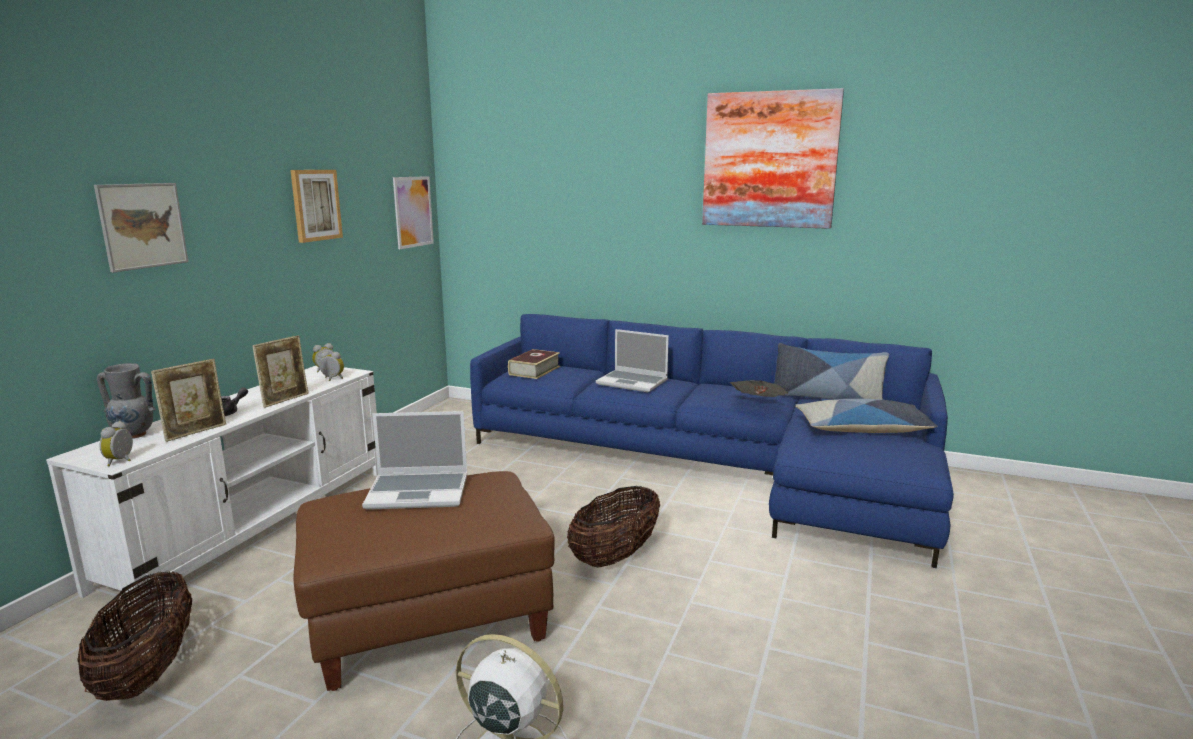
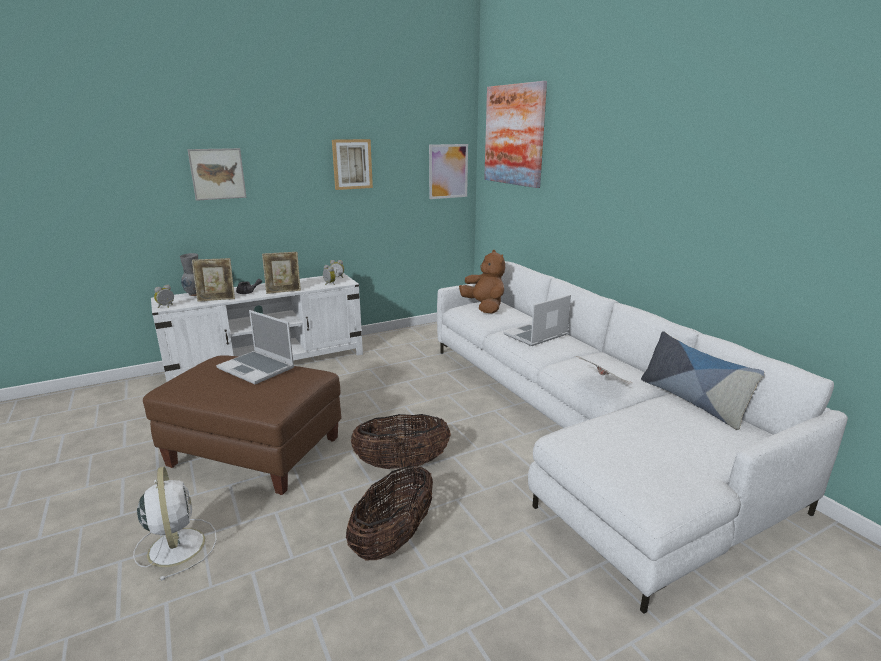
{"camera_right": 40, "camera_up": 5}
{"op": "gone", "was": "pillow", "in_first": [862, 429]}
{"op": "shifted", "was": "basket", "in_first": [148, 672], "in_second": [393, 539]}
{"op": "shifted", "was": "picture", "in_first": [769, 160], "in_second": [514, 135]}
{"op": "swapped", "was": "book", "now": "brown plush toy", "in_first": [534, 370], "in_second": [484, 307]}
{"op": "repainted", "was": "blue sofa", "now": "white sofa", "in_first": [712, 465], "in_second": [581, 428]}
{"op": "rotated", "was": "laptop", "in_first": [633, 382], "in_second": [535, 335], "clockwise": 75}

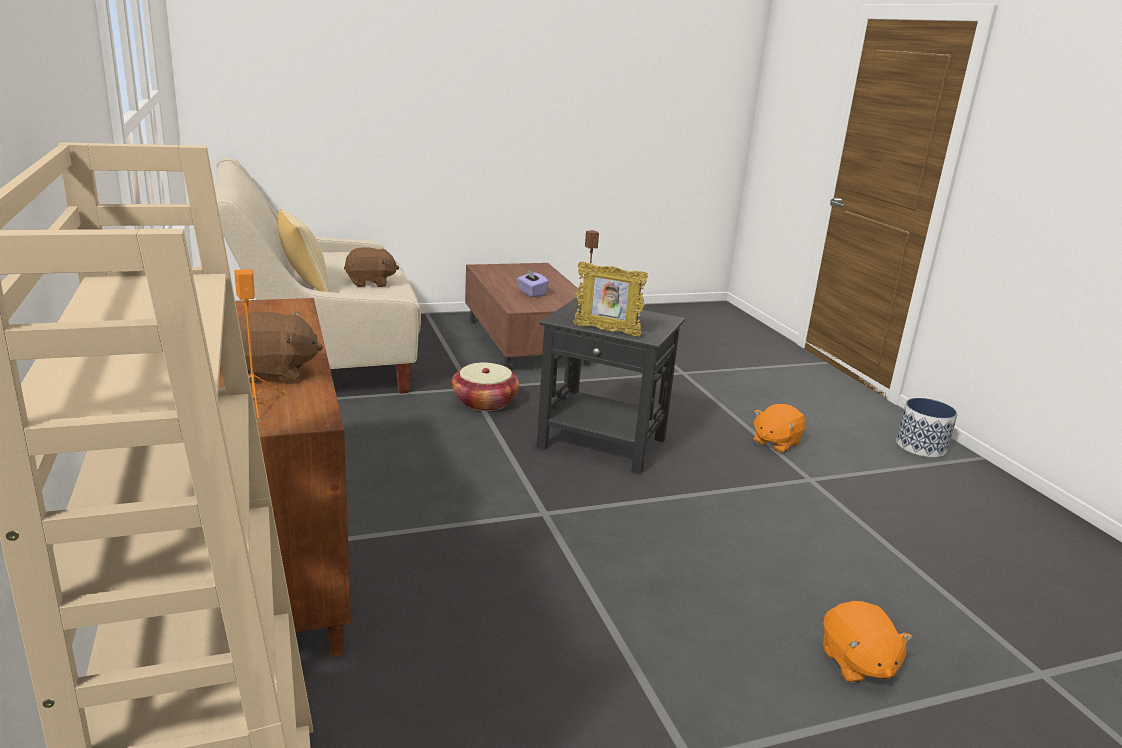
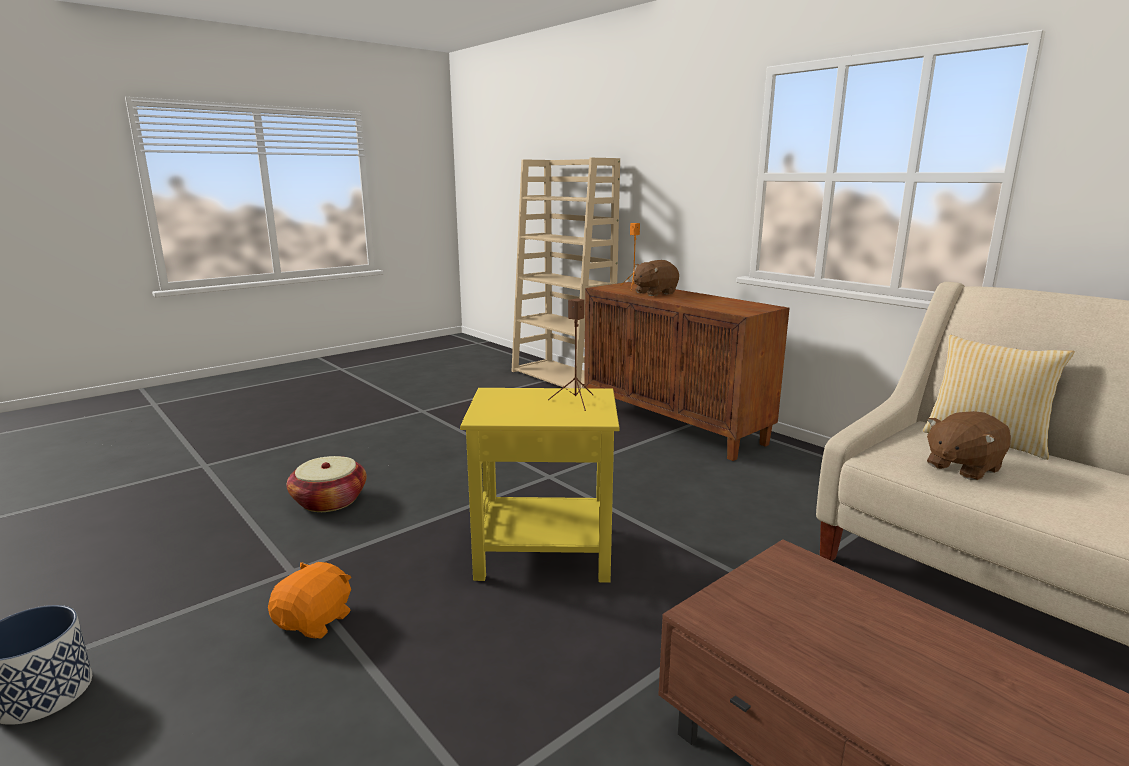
{"camera_right": 160, "camera_up": -5}
{"op": "gone", "was": "purple tissue box", "in_first": [531, 293]}
{"op": "gone", "was": "picture frame", "in_first": [607, 331]}
{"op": "gone", "was": "orange plush toy", "in_first": [856, 663]}
{"op": "shifted", "was": "basket", "in_first": [484, 402], "in_second": [329, 501]}
{"op": "repainted", "was": "black side table", "now": "yellow side table", "in_first": [603, 443], "in_second": [542, 552]}

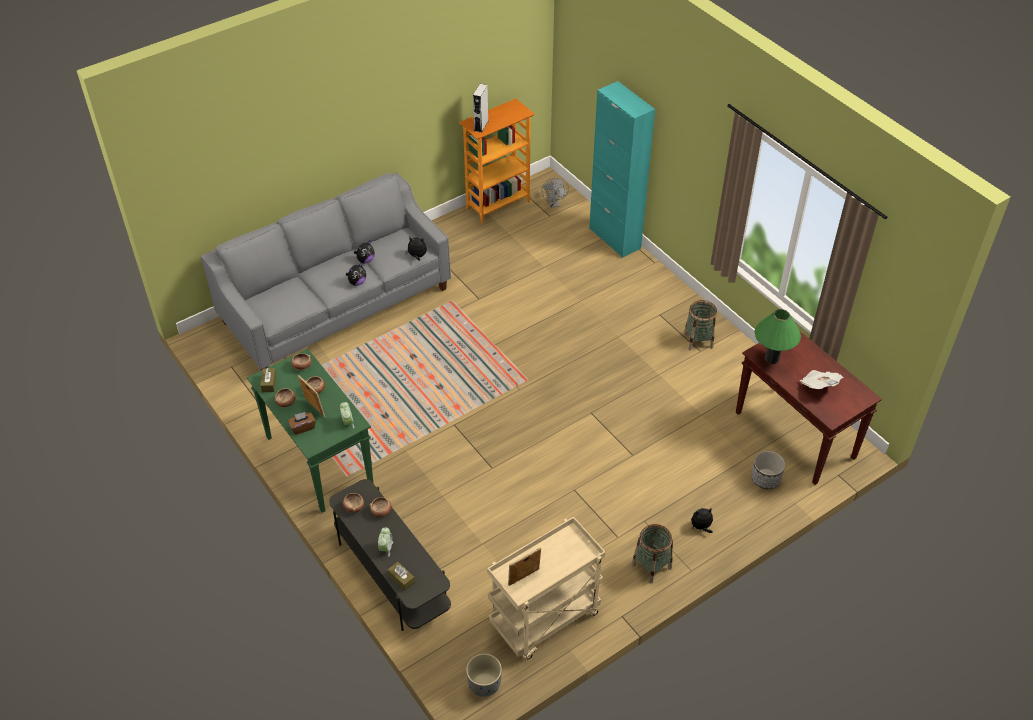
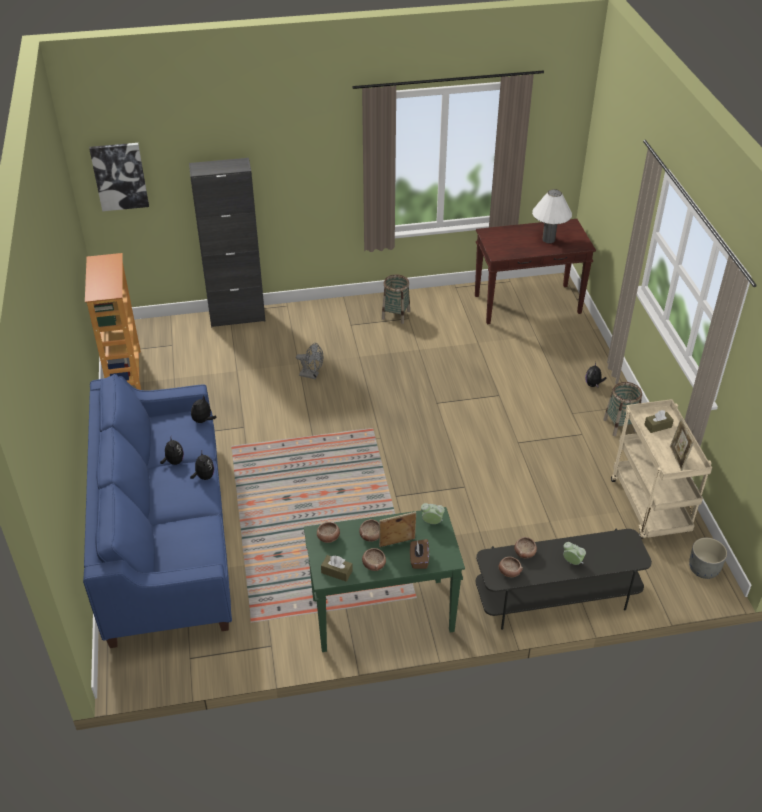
{"camera_right": -65, "camera_up": -5}
{"op": "gone", "was": "grey speaker", "in_first": [481, 125]}
{"op": "gone", "was": "planter", "in_first": [765, 479]}
{"op": "gone", "was": "green table lamp", "in_first": [772, 358]}
{"op": "new", "now": "picture", "in_second": [119, 176]}
{"op": "shifted", "was": "brown tissue box", "in_first": [401, 579], "in_second": [658, 426]}
{"op": "shifted", "was": "grey fan", "in_first": [554, 204], "in_second": [312, 375]}
{"op": "swapped", "was": "newspaper", "now": "white table lamp", "in_first": [819, 386], "in_second": [548, 239]}
{"op": "repainted", "was": "grey sofa", "now": "blue sofa", "in_first": [336, 305], "in_second": [166, 537]}
{"op": "repainted", "was": "turquoise cabinet", "now": "black cabinet", "in_first": [614, 238], "in_second": [237, 317]}

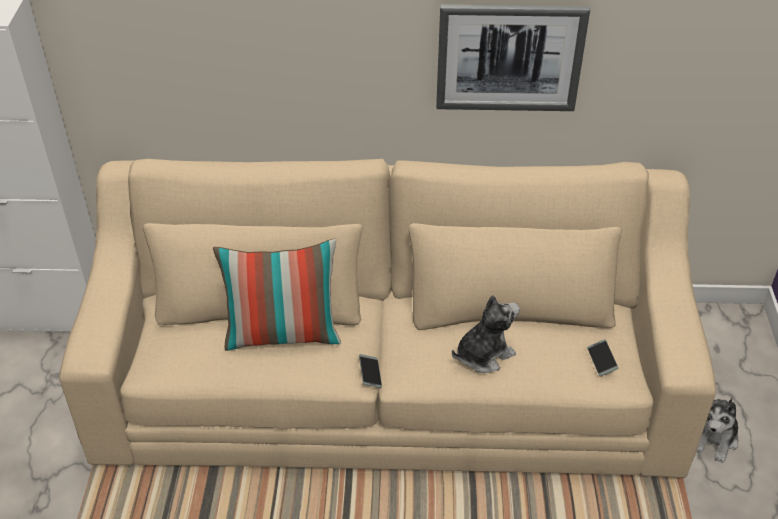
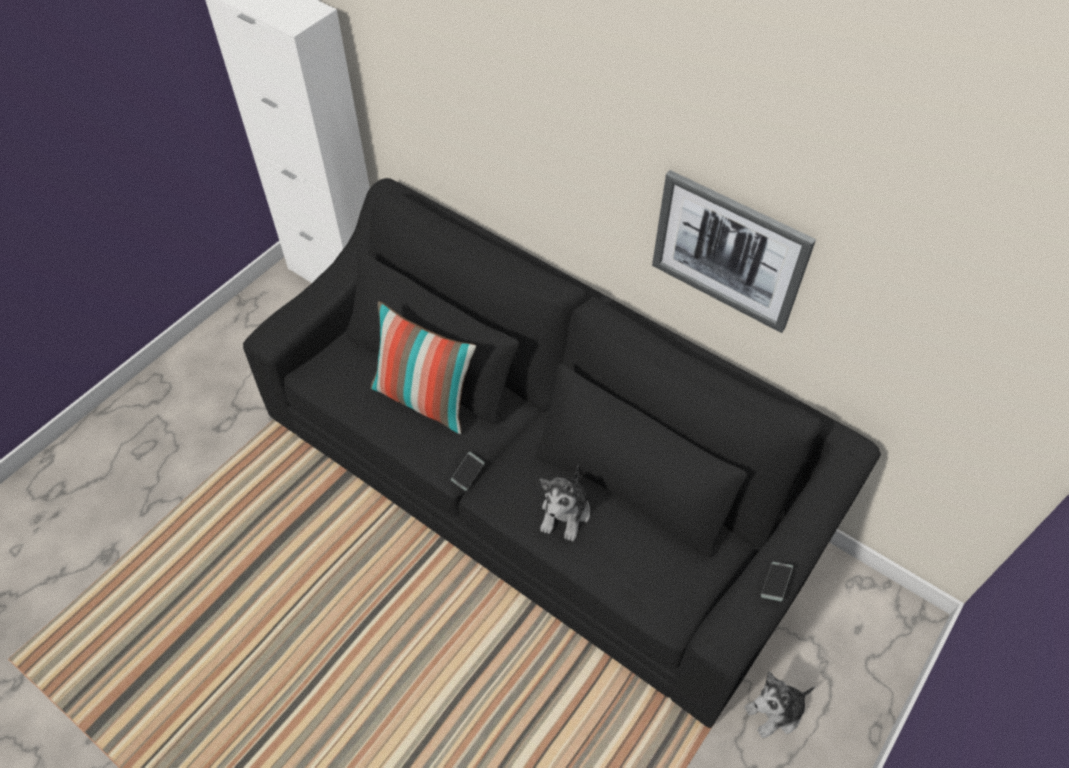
{"camera_right": 35, "camera_up": 10}
{"op": "shifted", "was": "phone", "in_first": [601, 360], "in_second": [776, 583]}
{"op": "repainted", "was": "beige sofa", "now": "black sofa", "in_first": [389, 383], "in_second": [535, 481]}
{"op": "rotated", "was": "plush toy", "in_first": [483, 354], "in_second": [565, 513], "clockwise": 105}

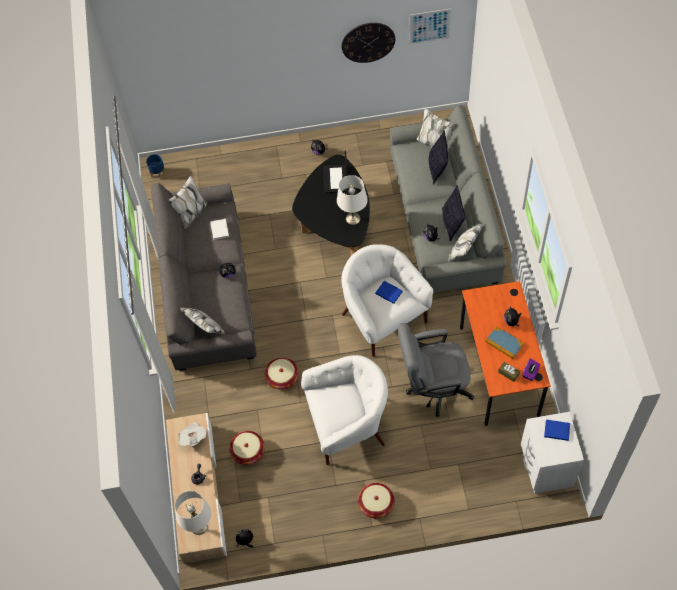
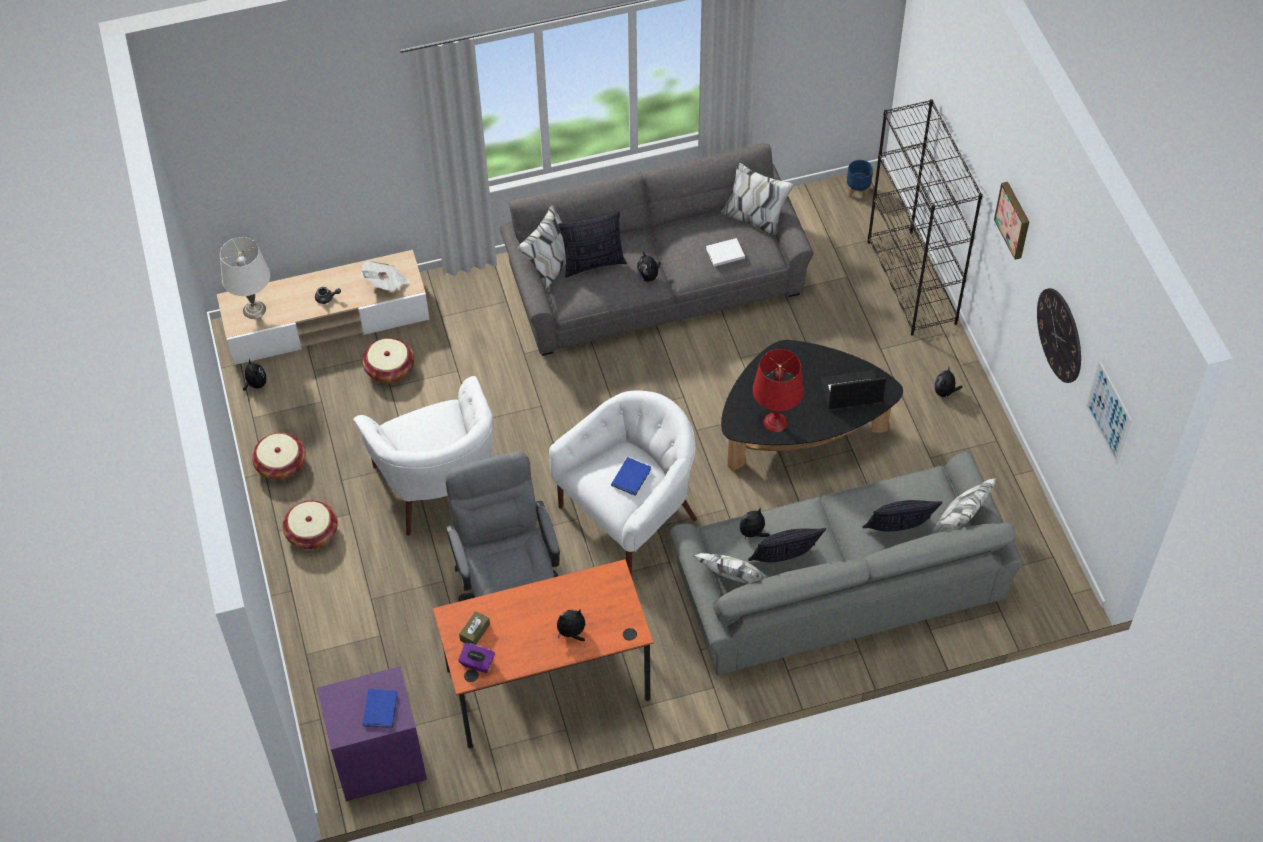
{"camera_right": 80, "camera_up": -5}
{"op": "gone", "was": "book", "in_first": [504, 343]}
{"op": "new", "now": "pillow", "in_second": [593, 264]}
{"op": "new", "now": "black bookcase", "in_second": [912, 283]}
{"op": "new", "now": "picture", "in_second": [1014, 220]}
{"op": "shifted", "was": "basket", "in_first": [282, 378], "in_second": [281, 465]}
{"op": "repainted", "was": "white table lamp", "now": "red table lamp", "in_first": [353, 218], "in_second": [775, 422]}
{"op": "repainted", "was": "white nightstand", "now": "purple nightstand", "in_first": [545, 467], "in_second": [379, 759]}

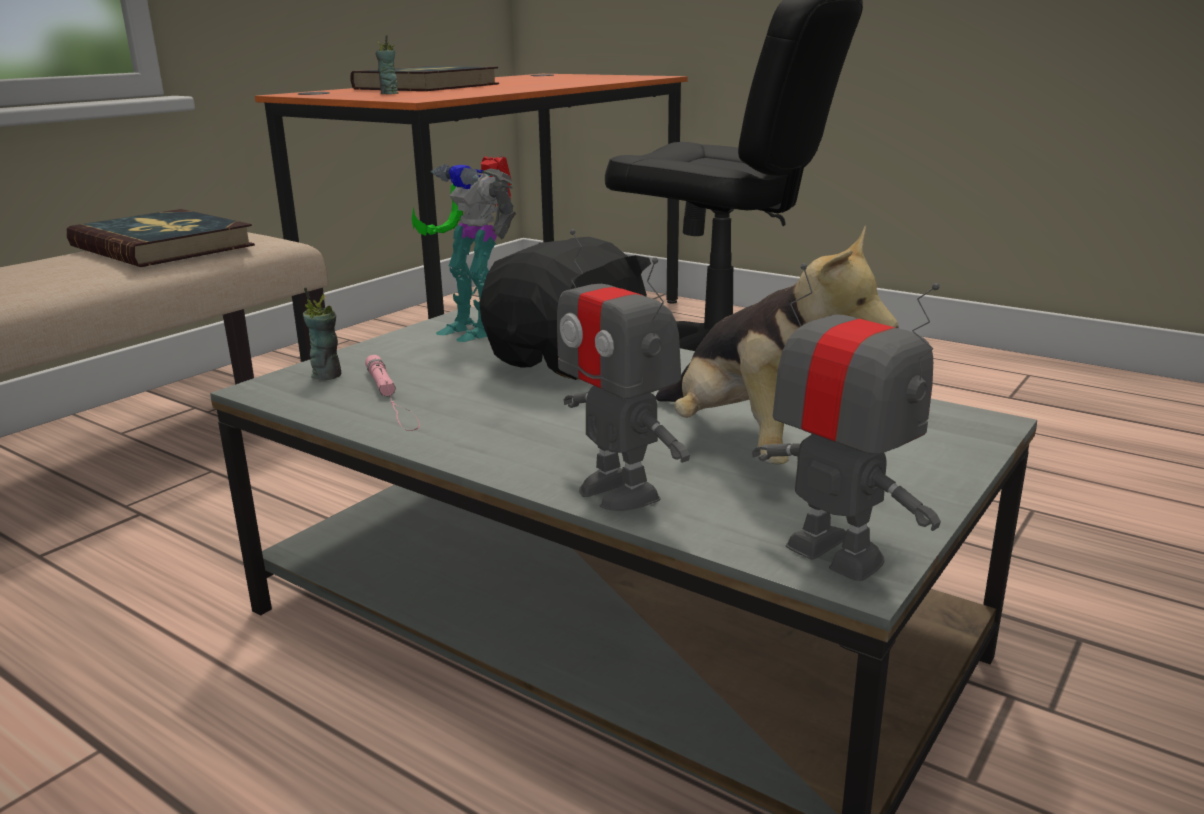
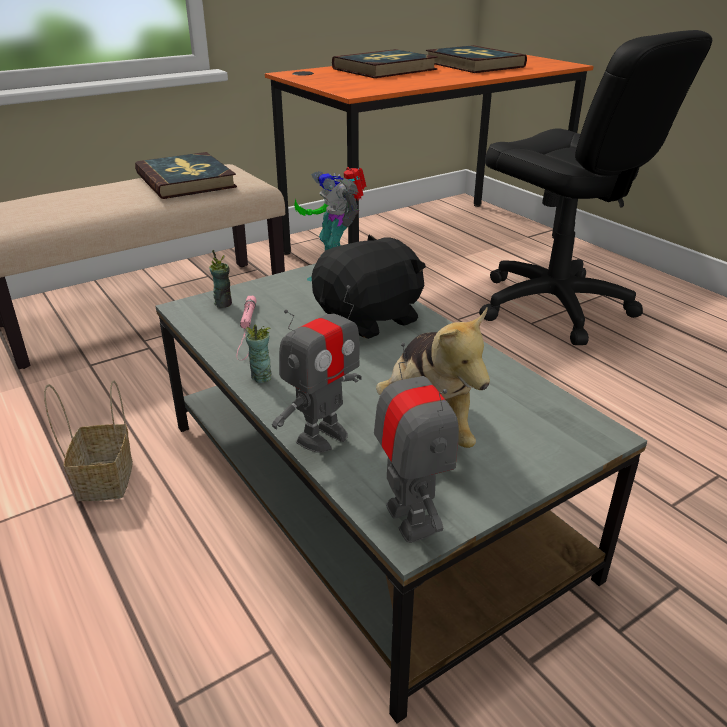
{"camera_right": 20, "camera_up": 10}
{"op": "new", "now": "basket", "in_second": [104, 478]}
{"op": "new", "now": "book", "in_second": [473, 64]}
{"op": "shifted", "was": "cup", "in_first": [389, 93], "in_second": [261, 377]}
{"op": "rotated", "was": "toy robot", "in_first": [619, 491], "in_second": [322, 436], "clockwise": -120}

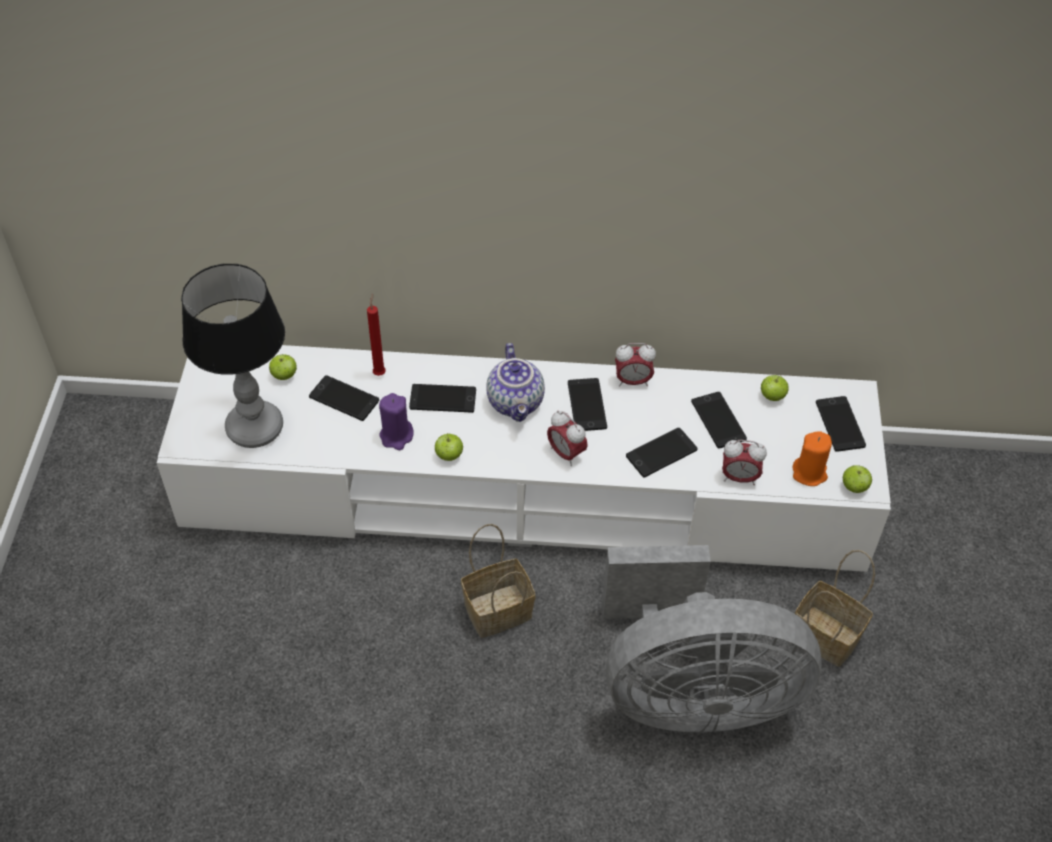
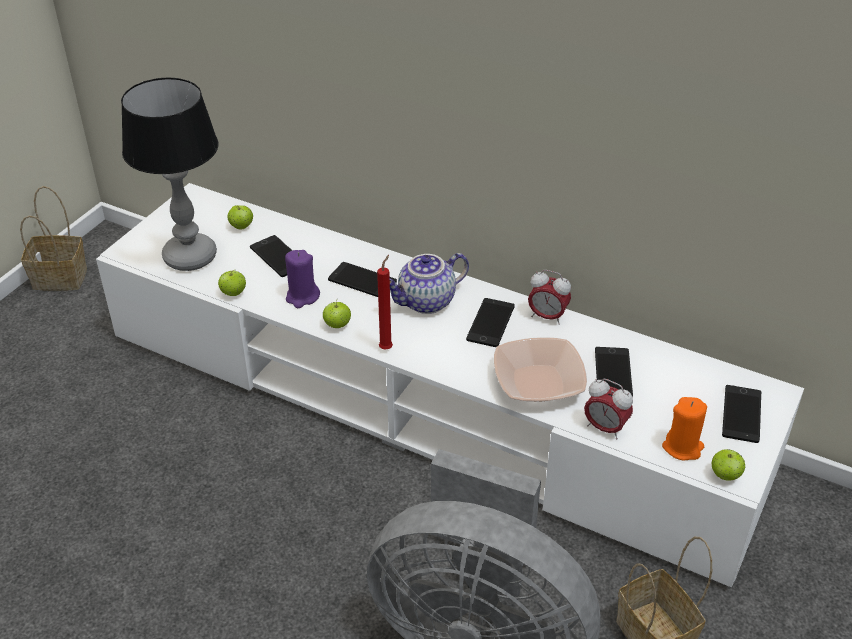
{"camera_right": 25, "camera_up": -10}
{"op": "gone", "was": "alarm clock", "in_first": [566, 453]}
{"op": "shifted", "was": "red candle", "in_first": [379, 372], "in_second": [387, 347]}
{"op": "shifted", "was": "basket", "in_first": [496, 612], "in_second": [58, 278]}
{"op": "shifted", "was": "apple", "in_first": [772, 396], "in_second": [233, 293]}
{"op": "swapped", "was": "phone", "now": "bowl", "in_first": [661, 453], "in_second": [538, 383]}
{"op": "rotated", "was": "teapot", "in_first": [517, 402], "in_second": [426, 302], "clockwise": 45}

